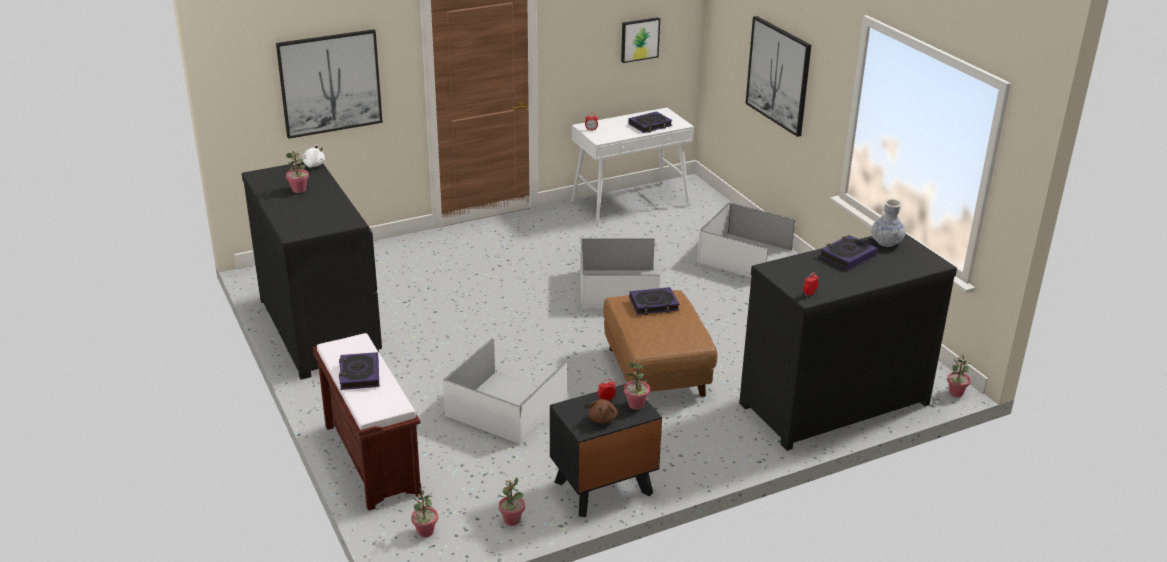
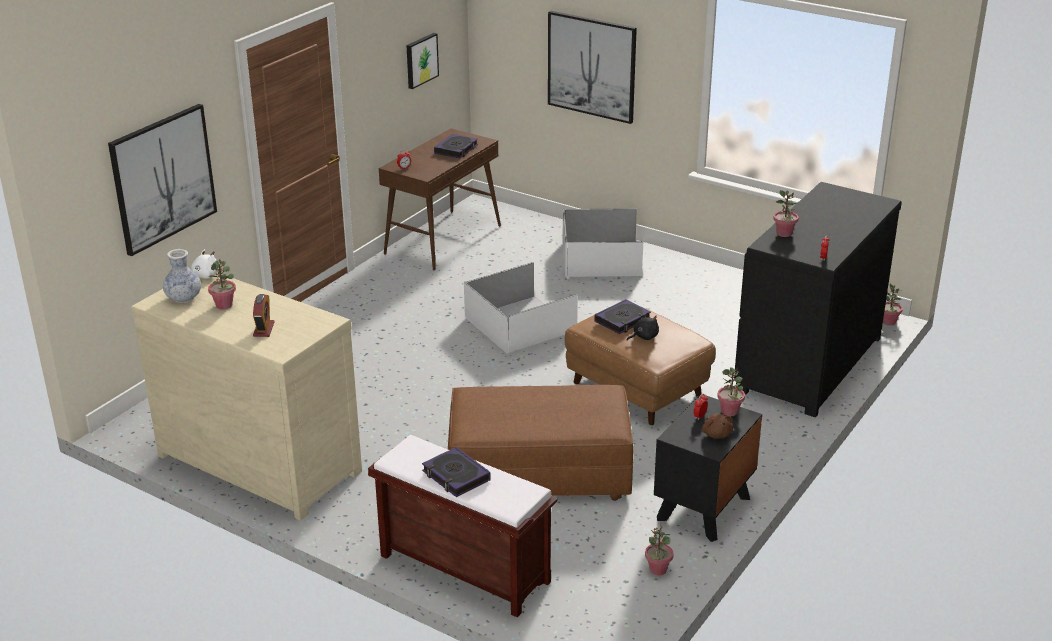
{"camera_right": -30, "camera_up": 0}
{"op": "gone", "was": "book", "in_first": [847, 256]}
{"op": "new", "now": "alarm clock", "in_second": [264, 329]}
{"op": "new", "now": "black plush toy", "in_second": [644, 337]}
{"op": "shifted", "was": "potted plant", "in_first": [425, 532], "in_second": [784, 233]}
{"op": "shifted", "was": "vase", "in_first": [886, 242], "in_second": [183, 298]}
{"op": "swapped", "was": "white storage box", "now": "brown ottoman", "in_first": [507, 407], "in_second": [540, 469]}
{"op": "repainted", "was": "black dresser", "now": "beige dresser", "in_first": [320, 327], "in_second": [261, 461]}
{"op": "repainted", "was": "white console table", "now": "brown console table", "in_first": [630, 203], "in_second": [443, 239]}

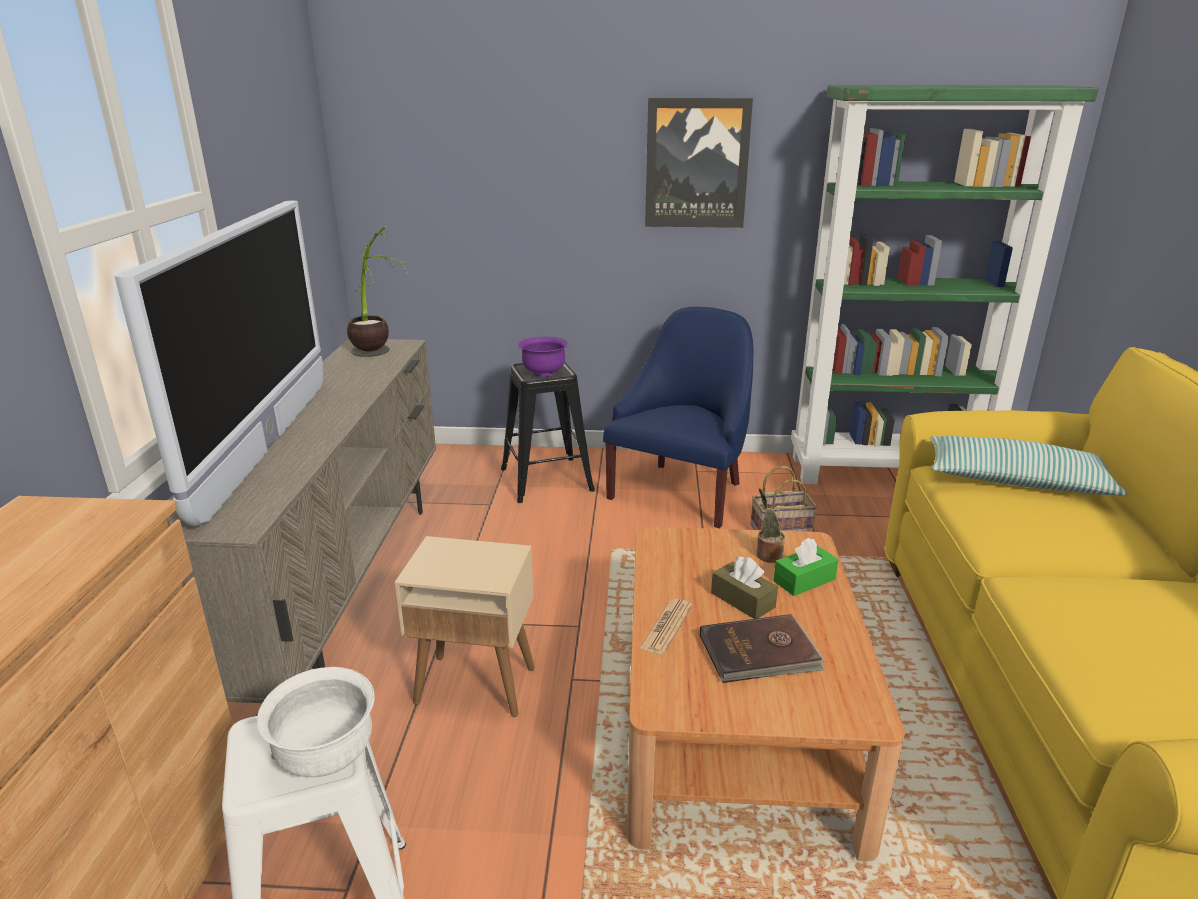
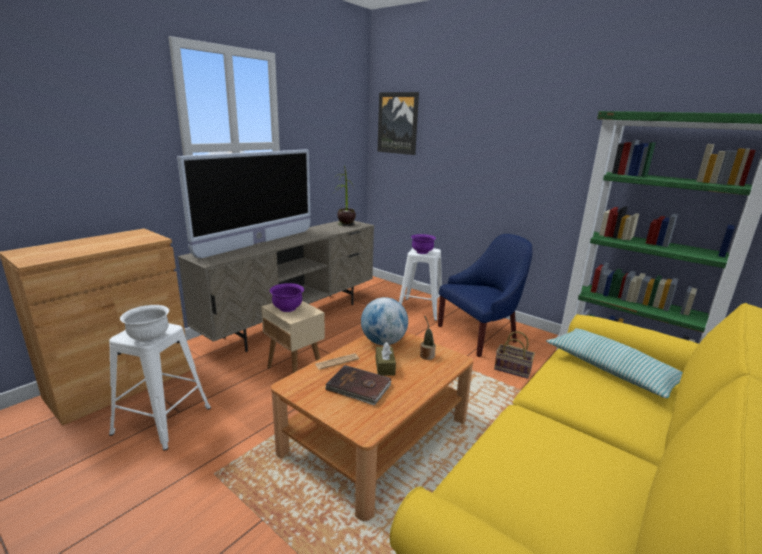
{"camera_right": 35, "camera_up": -5}
{"op": "gone", "was": "green tissue box", "in_first": [804, 580]}
{"op": "new", "now": "purple bowl", "in_second": [287, 308]}
{"op": "new", "now": "globe", "in_second": [383, 342]}
{"op": "shifted", "was": "picture", "in_first": [696, 164], "in_second": [398, 123]}
{"op": "repainted", "was": "black stool", "now": "white stool", "in_first": [548, 479], "in_second": [420, 309]}

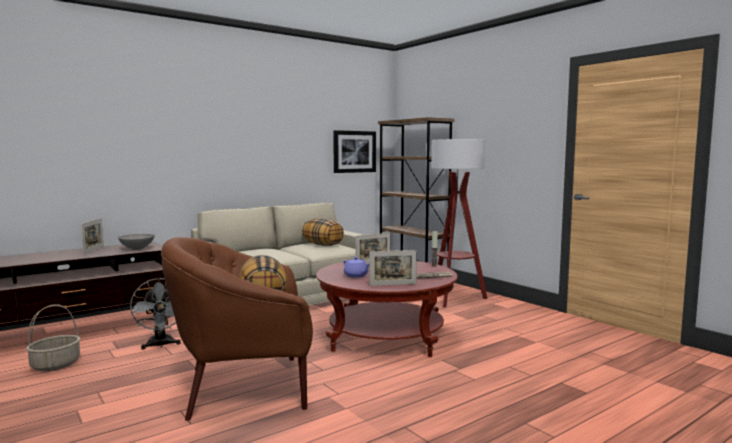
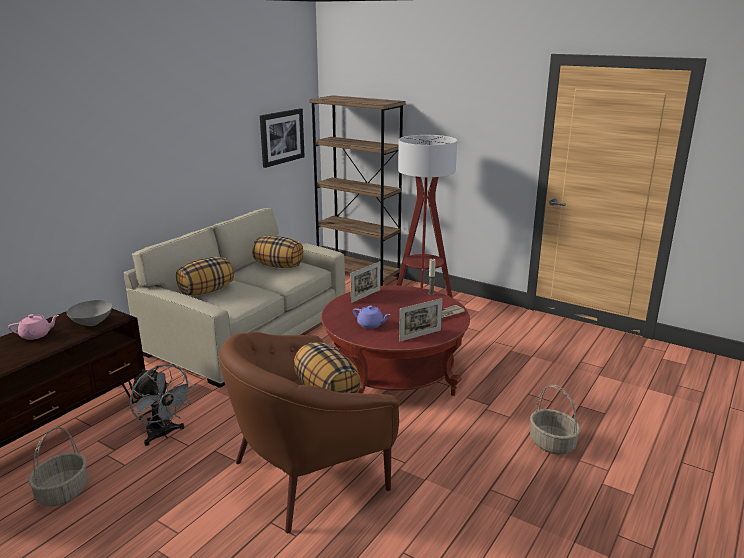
{"camera_right": -20, "camera_up": 15}
{"op": "new", "now": "pillow", "in_second": [206, 291]}
{"op": "new", "now": "basket", "in_second": [553, 444]}
{"op": "swapped", "was": "picture frame", "now": "pink teapot", "in_first": [93, 250], "in_second": [36, 335]}

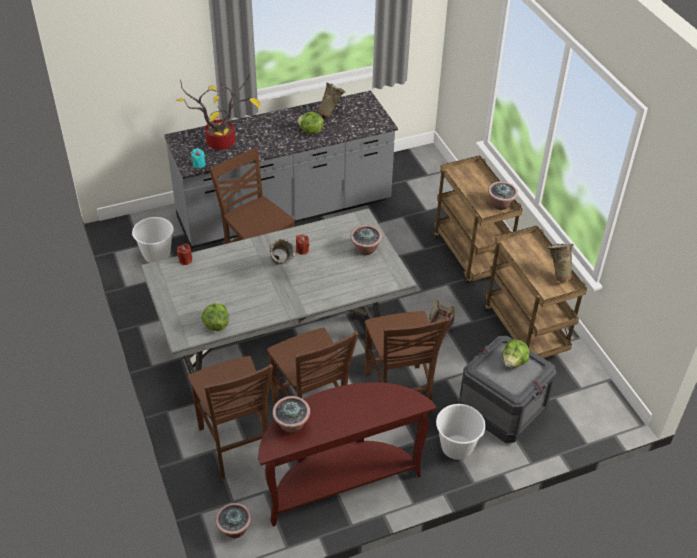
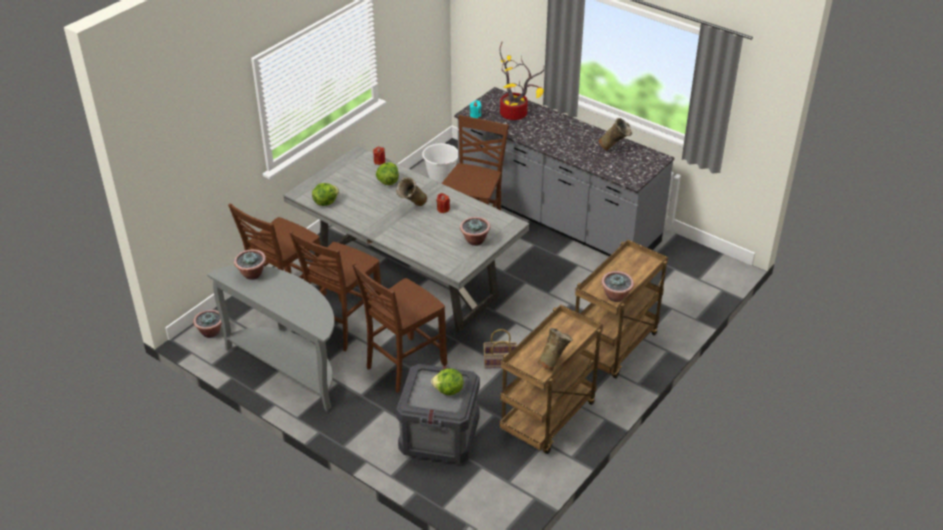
{"camera_right": 60, "camera_up": -5}
{"op": "gone", "was": "white bucket", "in_first": [456, 447]}
{"op": "shifted", "was": "lettuce", "in_first": [310, 131], "in_second": [388, 181]}
{"op": "repainted", "was": "brown console table", "now": "grey console table", "in_first": [340, 482], "in_second": [290, 368]}

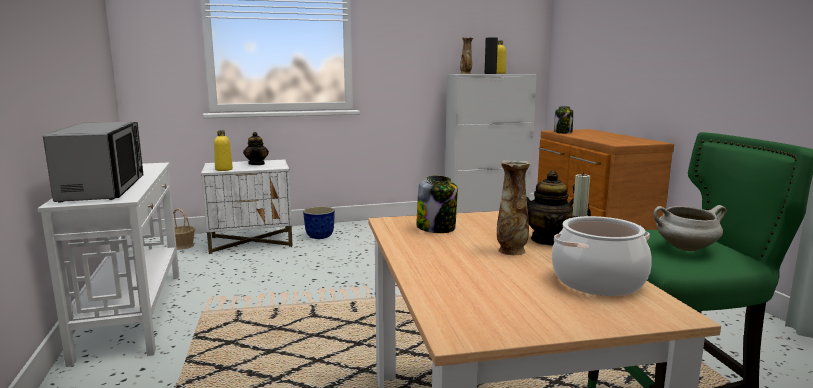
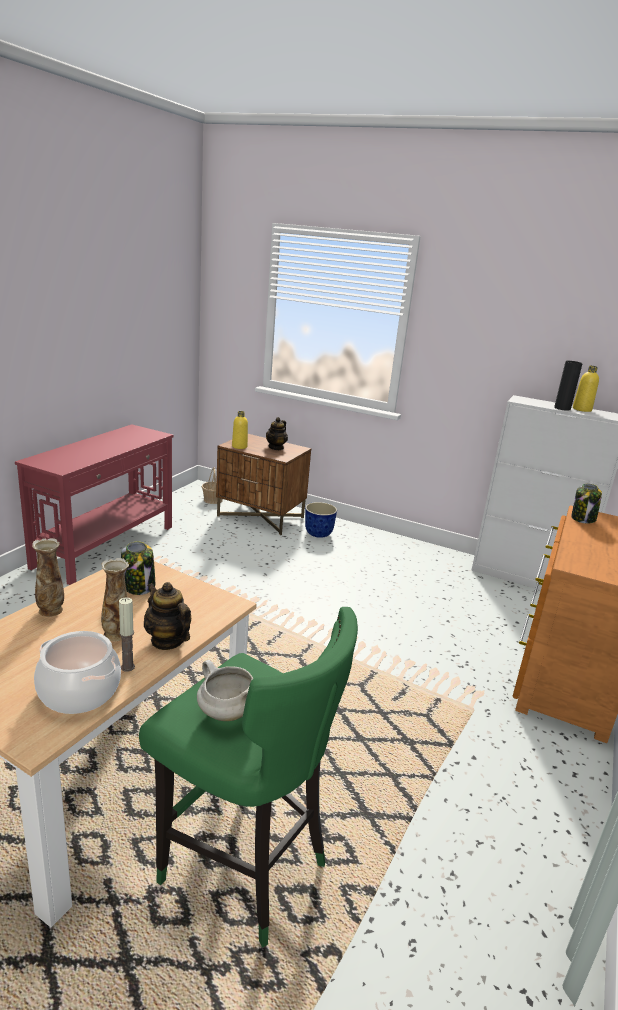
{"camera_right": 40, "camera_up": 10}
{"op": "gone", "was": "microwave", "in_first": [104, 188]}
{"op": "shifted", "was": "vase", "in_first": [466, 73], "in_second": [51, 611]}
{"op": "repainted", "was": "white console table", "now": "red console table", "in_first": [133, 312], "in_second": [106, 546]}
{"op": "repainted", "was": "white nightstand", "now": "brown nightstand", "in_first": [252, 242], "in_second": [261, 517]}

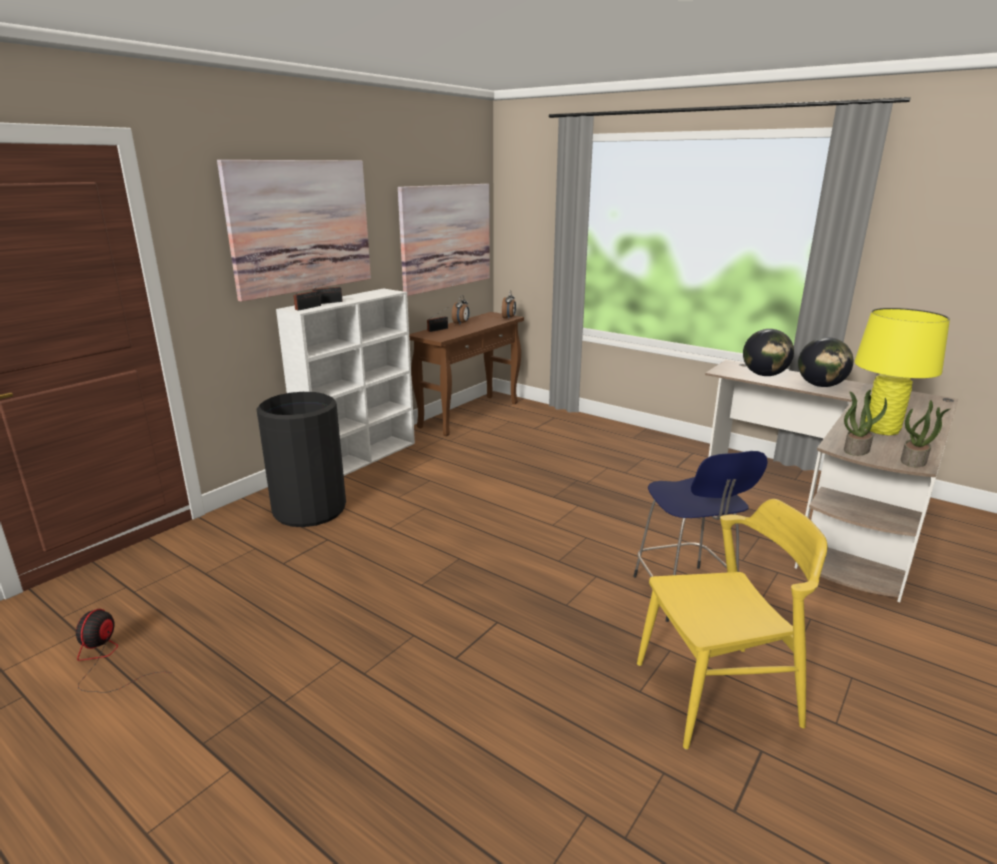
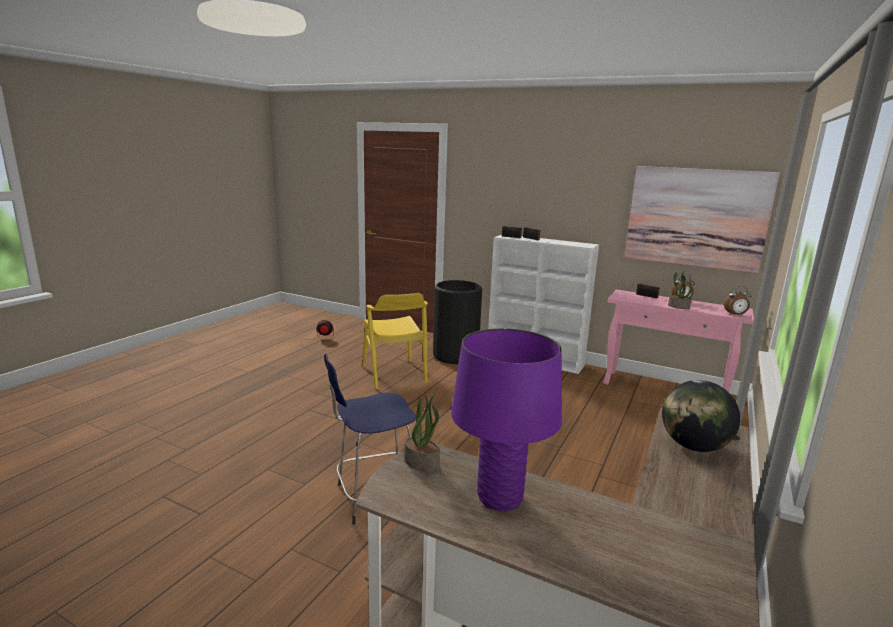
{"camera_right": 80, "camera_up": -5}
{"op": "gone", "was": "picture", "in_first": [301, 226]}
{"op": "gone", "was": "globe", "in_first": [820, 385]}
{"op": "shifted", "was": "yellow chair", "in_first": [717, 694], "in_second": [394, 374]}
{"op": "shifted", "was": "potted plant", "in_first": [914, 461], "in_second": [678, 307]}
{"op": "repainted", "was": "brown console table", "now": "pink console table", "in_first": [470, 414], "in_second": [665, 390]}
{"op": "repainted", "was": "yellow table lamp", "now": "purple table lamp", "in_first": [881, 430], "in_second": [500, 498]}

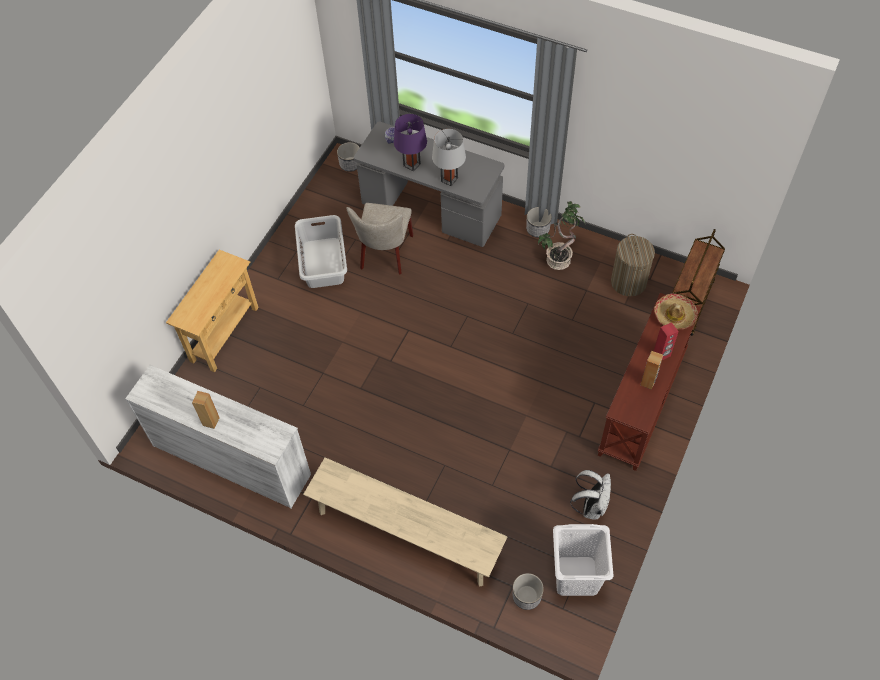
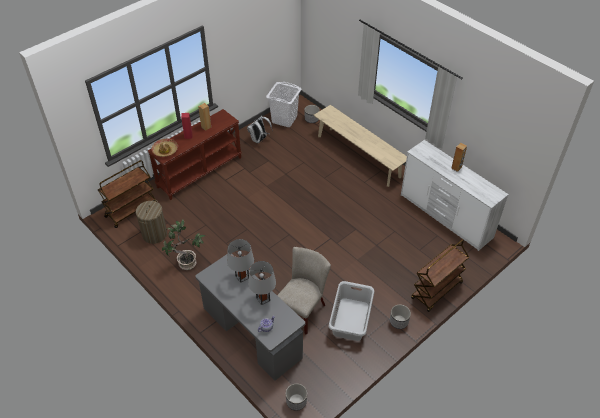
{"camera_right": -160, "camera_up": -10}
{"op": "shifted", "was": "planter", "in_first": [537, 229], "in_second": [399, 321]}
{"op": "swapped", "was": "beige console table", "now": "brown cart", "in_first": [224, 334], "in_second": [436, 291]}
{"op": "repainted", "was": "purple table lamp", "now": "grey table lamp", "in_first": [412, 164], "in_second": [263, 299]}

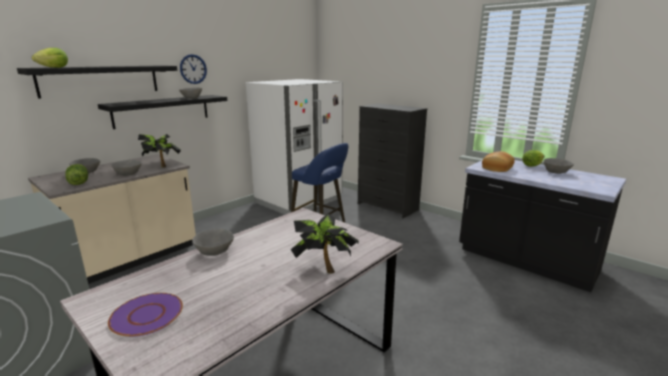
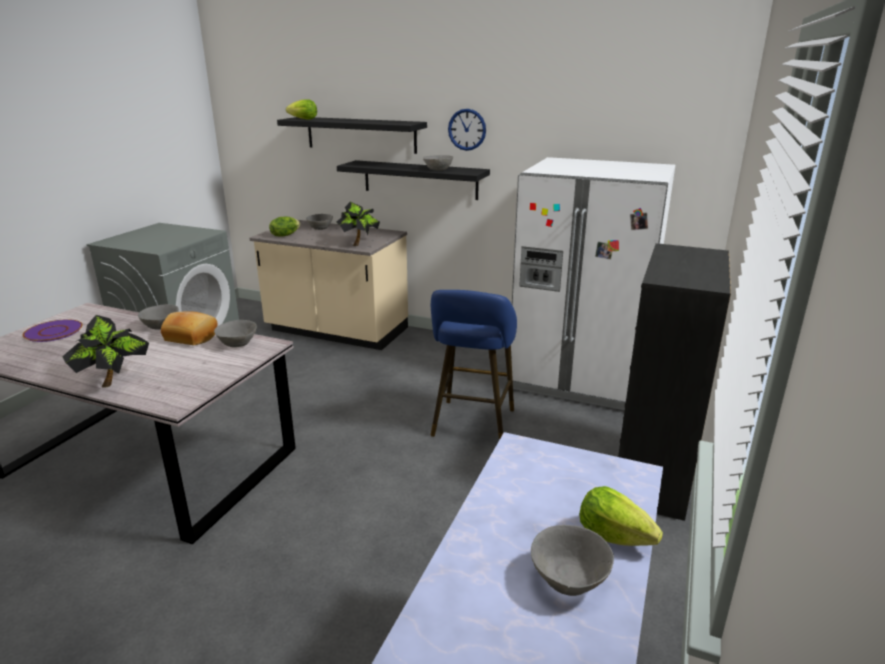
{"camera_right": 70, "camera_up": 5}
{"op": "shifted", "was": "grey bowl", "in_first": [128, 174], "in_second": [237, 344]}
{"op": "shifted", "was": "bread", "in_first": [496, 168], "in_second": [192, 337]}

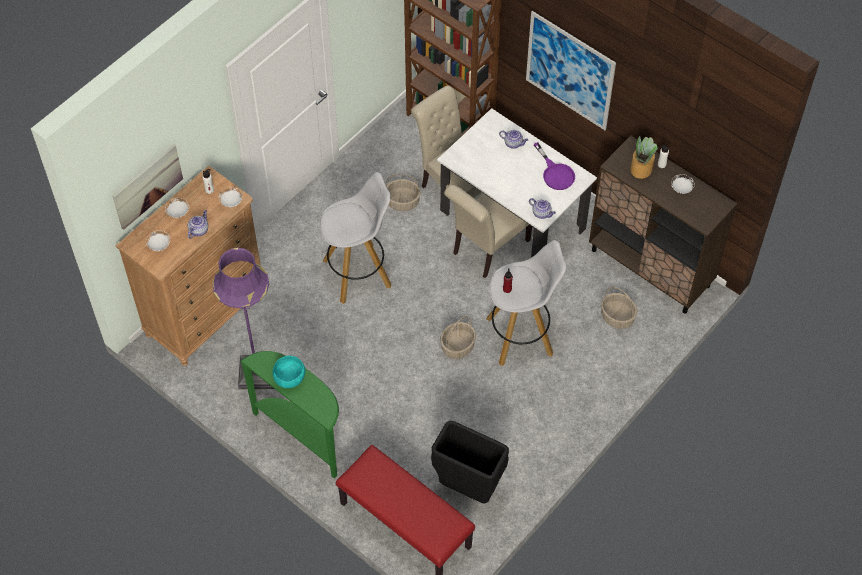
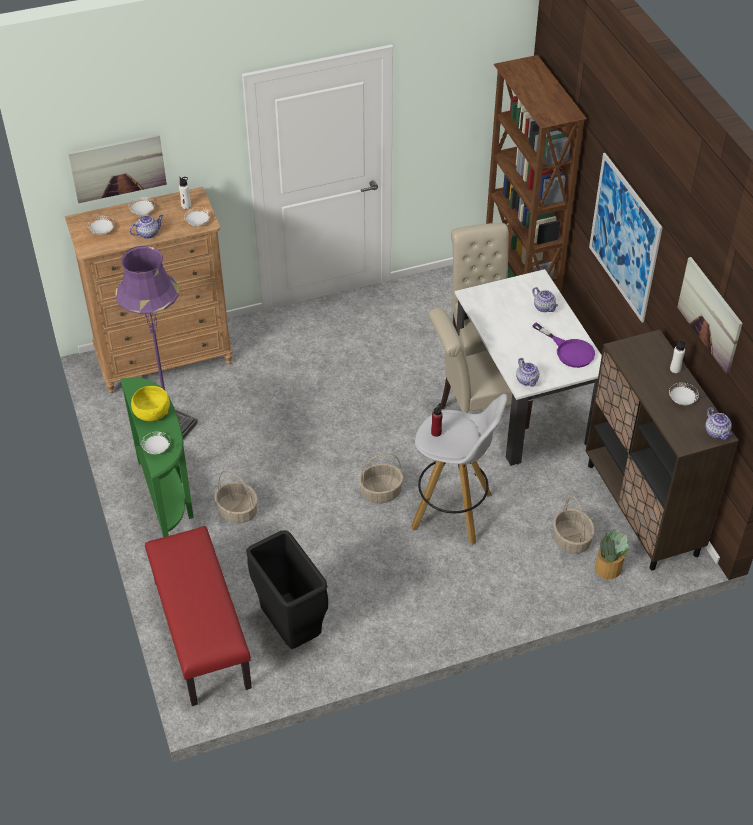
{"camera_right": 30, "camera_up": -10}
{"op": "gone", "was": "white stool", "in_first": [358, 273]}
{"op": "new", "now": "white plate", "in_second": [156, 448]}
{"op": "new", "now": "picture", "in_second": [710, 314]}
{"op": "new", "now": "teapot", "in_second": [717, 432]}
{"op": "shifted", "was": "basket", "in_first": [402, 202], "in_second": [237, 511]}
{"op": "shifted", "was": "potted plant", "in_first": [640, 169], "in_second": [607, 568]}
{"op": "repainted", "was": "turquoise bowl", "now": "yellow bowl", "in_first": [289, 378], "in_second": [151, 413]}
{"op": "rotated", "was": "purple frying pan", "in_first": [555, 173], "in_second": [569, 351], "clockwise": -45}

